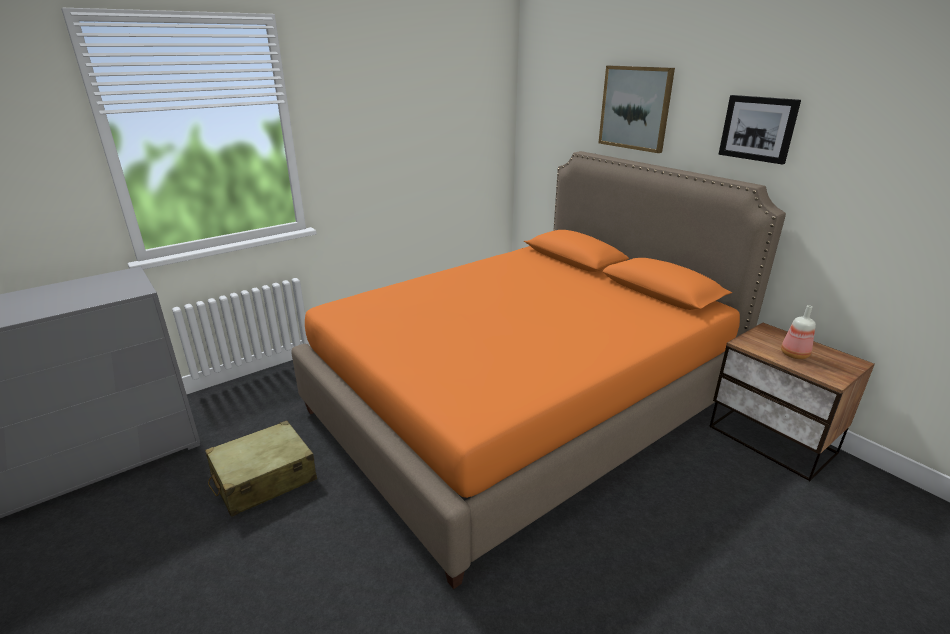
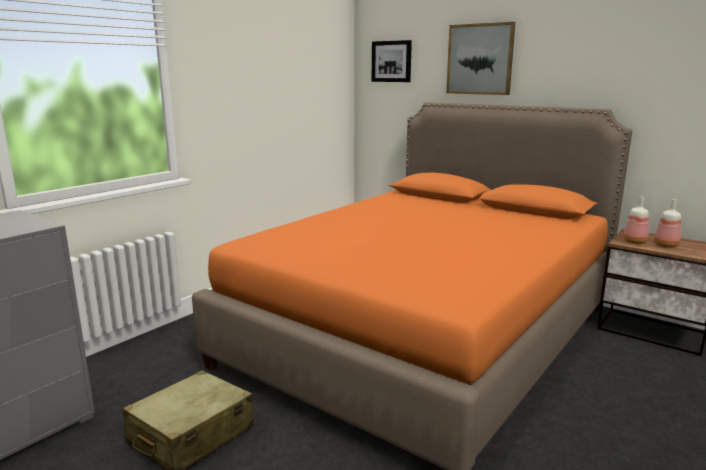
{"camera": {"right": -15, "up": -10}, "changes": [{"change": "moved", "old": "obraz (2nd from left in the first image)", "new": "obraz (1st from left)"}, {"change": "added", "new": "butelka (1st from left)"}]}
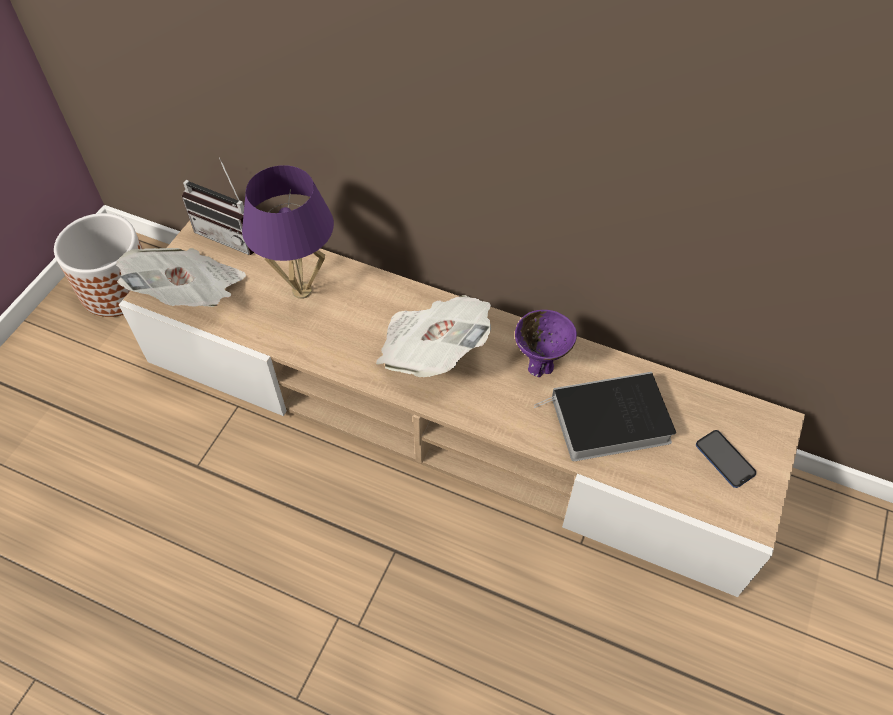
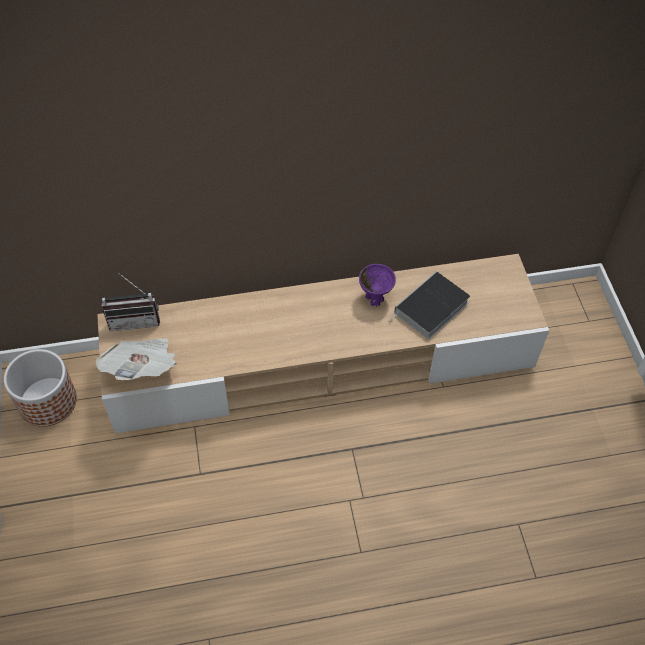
{"camera": {"right": -35, "up": 0}, "changes": [{"change": "removed", "old": "lampa stołowa [fioletowy]"}, {"change": "removed", "old": "gazeta (2nd from left)"}, {"change": "removed", "old": "telefon"}]}
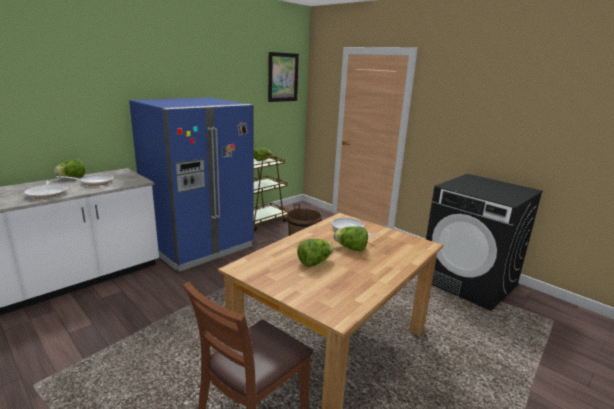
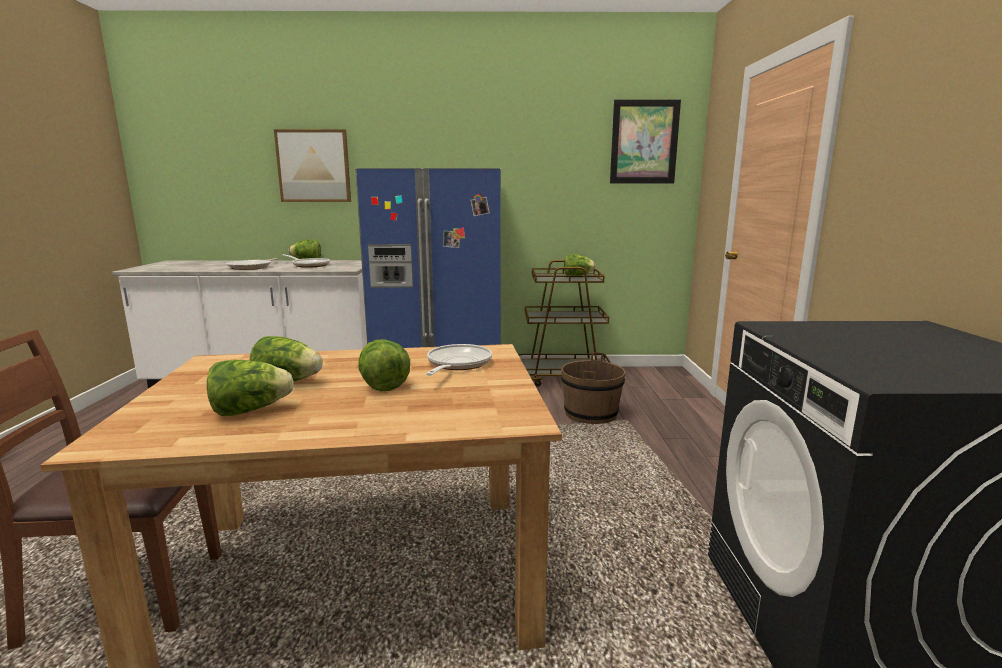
{"camera": {"right": 45, "up": -5}, "changes": [{"change": "added", "new": "sałata (1st from left)"}, {"change": "added", "new": "obraz (1st from left)"}]}
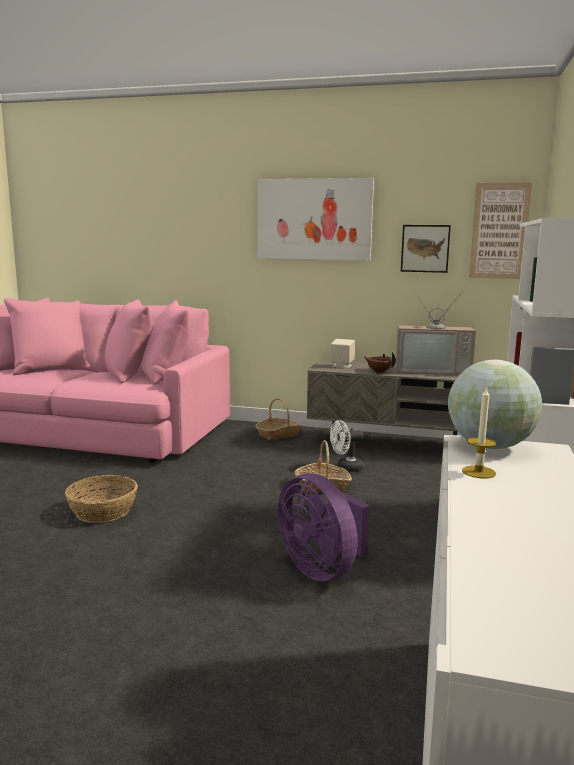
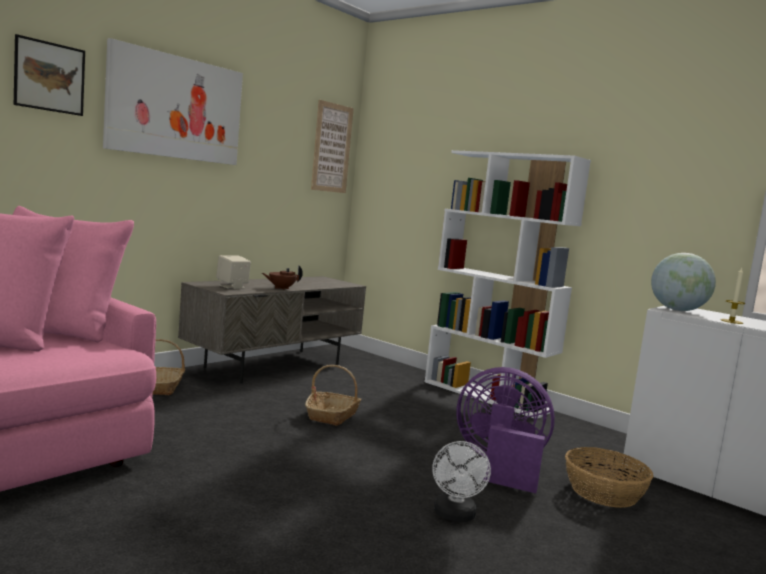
{"camera": {"right": -65, "up": -5}, "changes": [{"change": "moved", "old": "koszyk (1st from left in the first image)", "new": "koszyk (3rd from left)"}, {"change": "turned", "old": "wentylator [fioletowy]", "degrees": -150}, {"change": "moved", "old": "wentylator [biały]"}, {"change": "removed", "old": "telewizor"}, {"change": "moved", "old": "obraz (2nd from left in the first image)", "new": "obraz (1st from left)"}]}
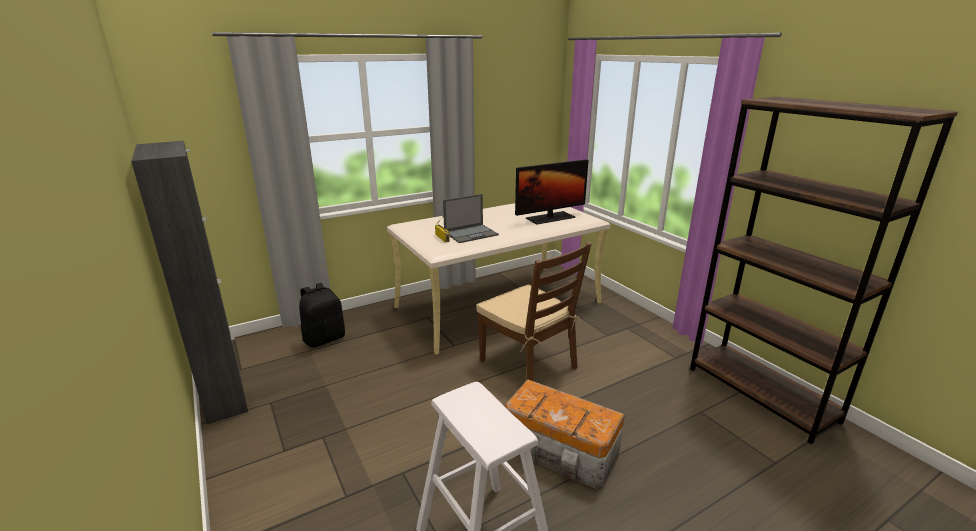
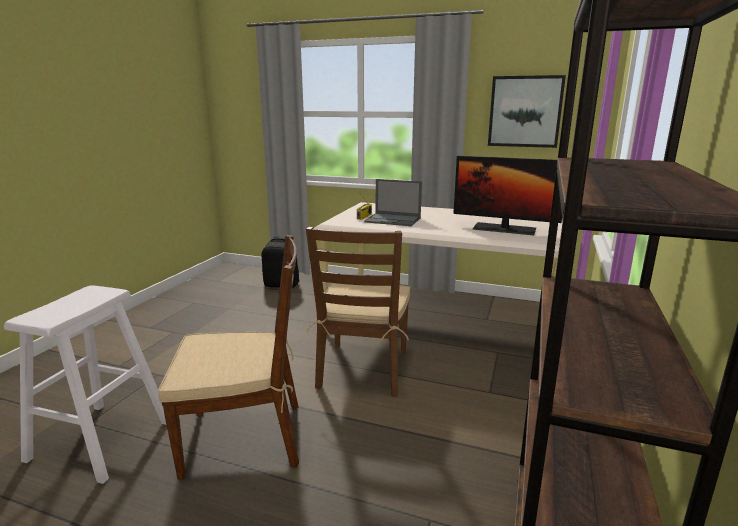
{"camera": {"right": 50, "up": -5}, "changes": [{"change": "removed", "old": "szafka [czarny]"}, {"change": "replaced", "old": "pojemnik do przechowywania", "new": "krzesło [brązowy] (1st from left)"}, {"change": "added", "new": "obraz"}]}
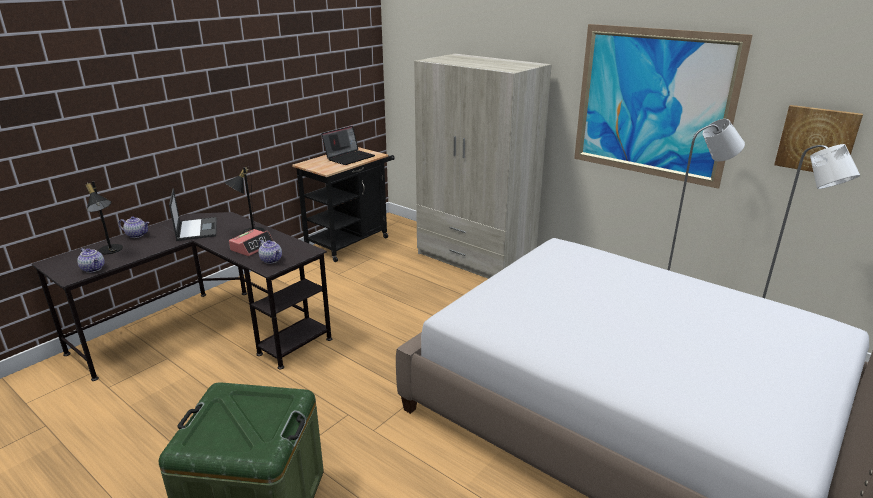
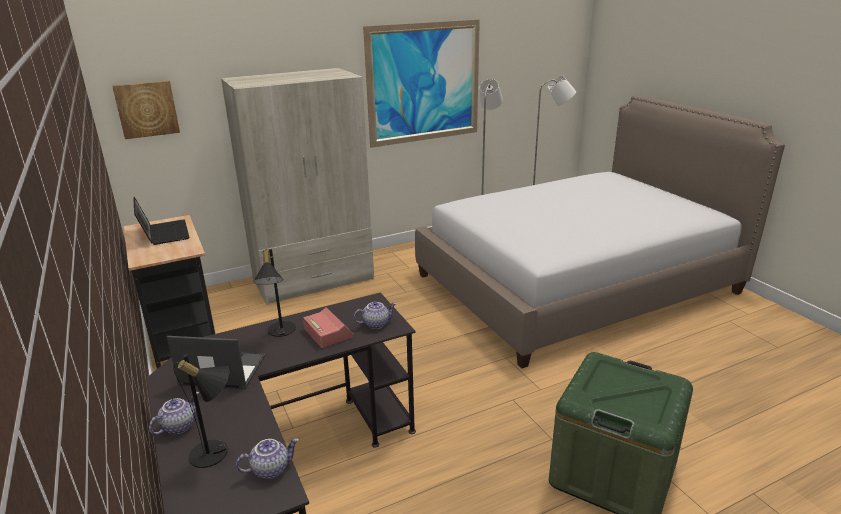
{"camera": {"right": -65, "up": 0}, "changes": [{"change": "moved", "old": "obraz (2nd from left in the first image)", "new": "obraz (1st from left)"}]}
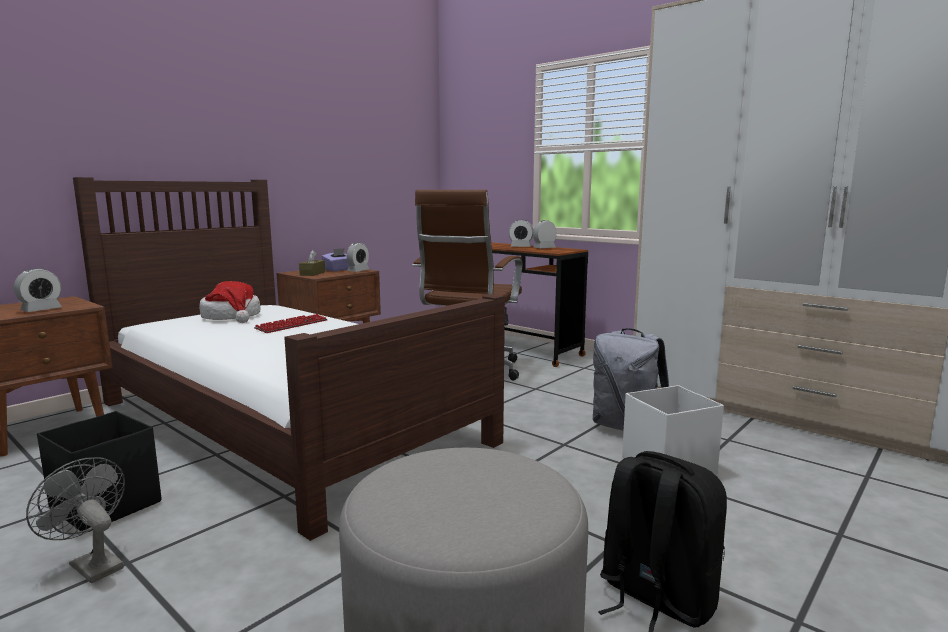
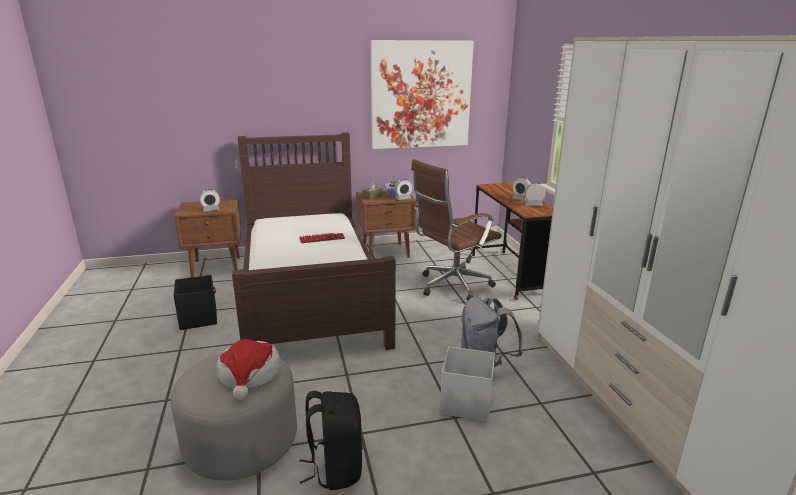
{"camera": {"right": 35, "up": 10}, "changes": [{"change": "removed", "old": "wentylator [szary]"}, {"change": "moved", "old": "kapelusz"}, {"change": "added", "new": "obraz"}]}
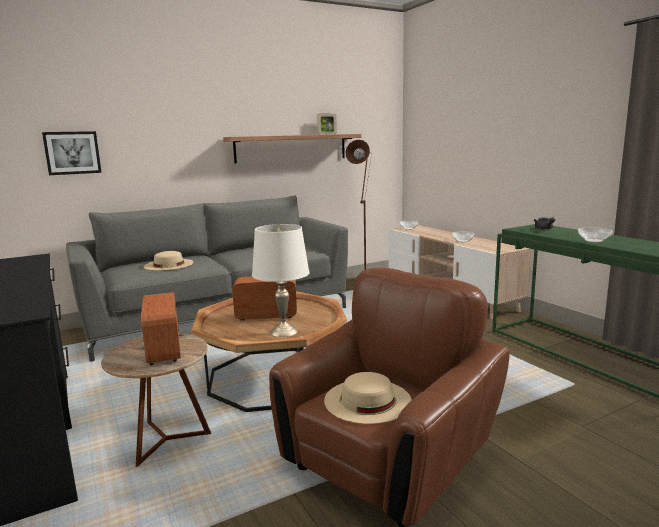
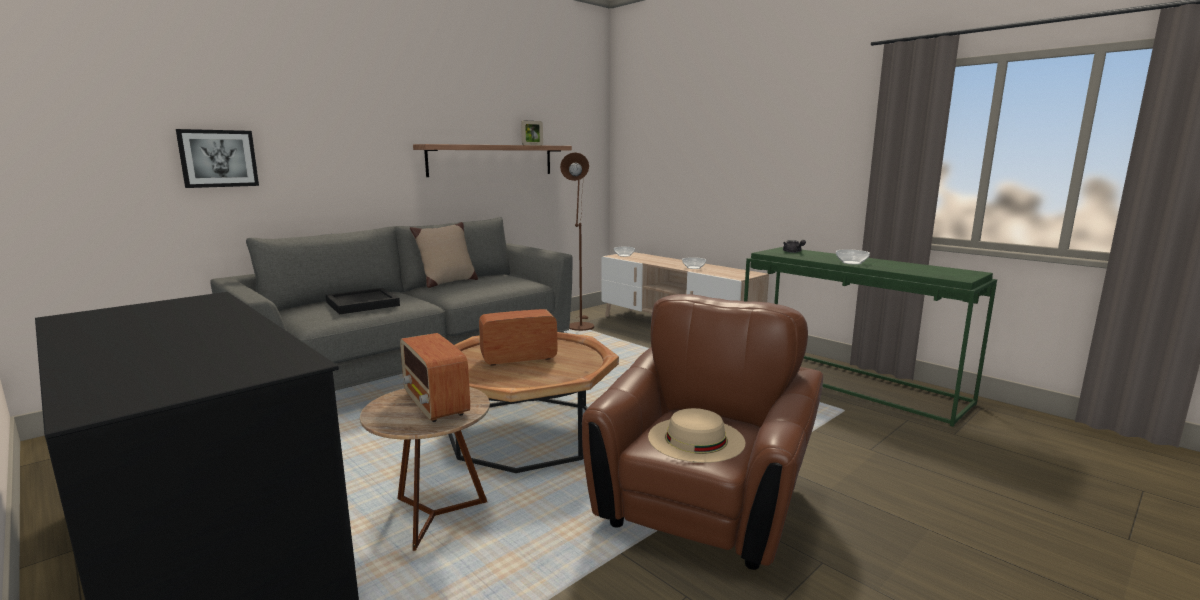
{"camera": {"right": -15, "up": 0}, "changes": [{"change": "replaced", "old": "kapelusz [beżowy] (1st from left)", "new": "taca [czarny]"}, {"change": "removed", "old": "lampa stołowa [biały]"}, {"change": "added", "new": "poduszka [beżowy]"}]}
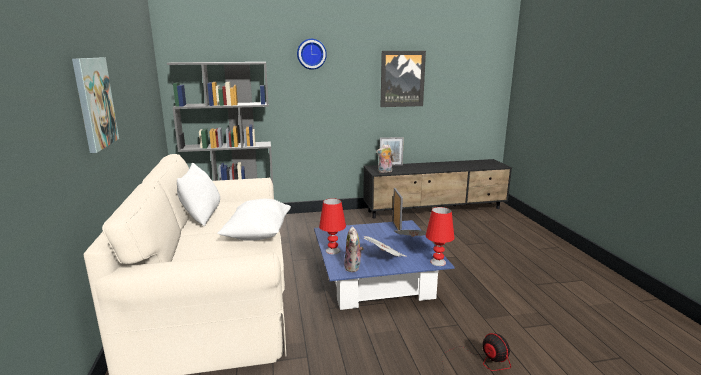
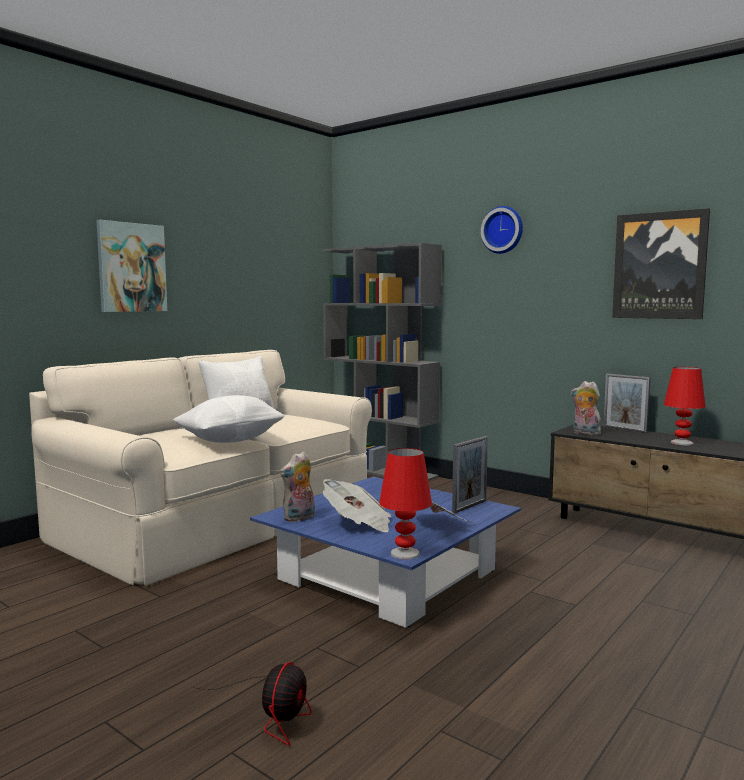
{"camera": {"right": 50, "up": -10}, "changes": [{"change": "moved", "old": "lampa stołowa [czerwony] (1st from left in the first image)", "new": "lampa stołowa [czerwony] (2nd from left)"}]}
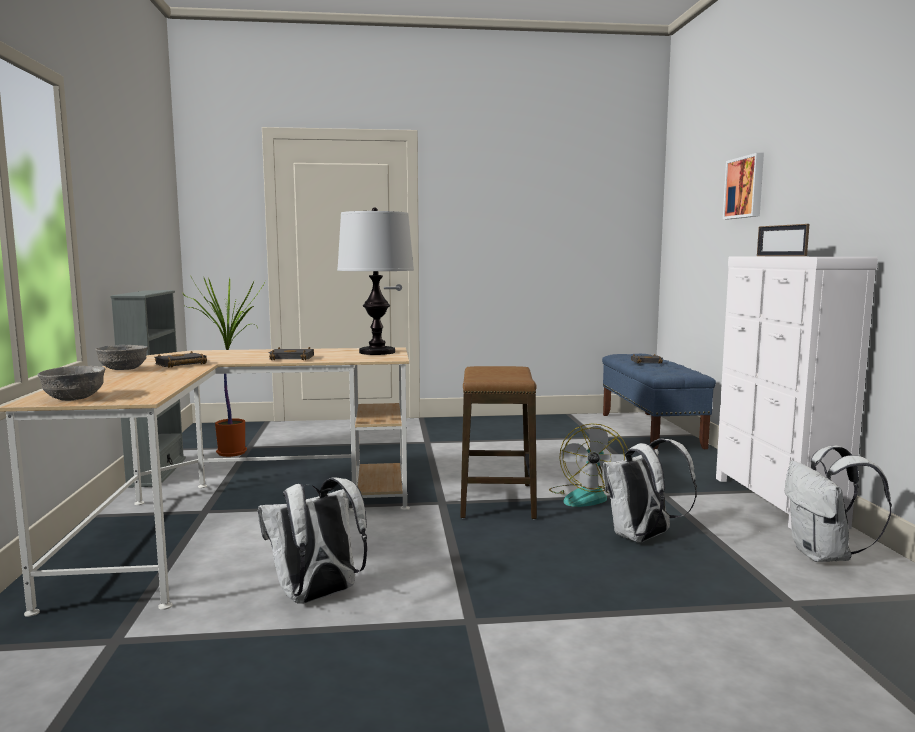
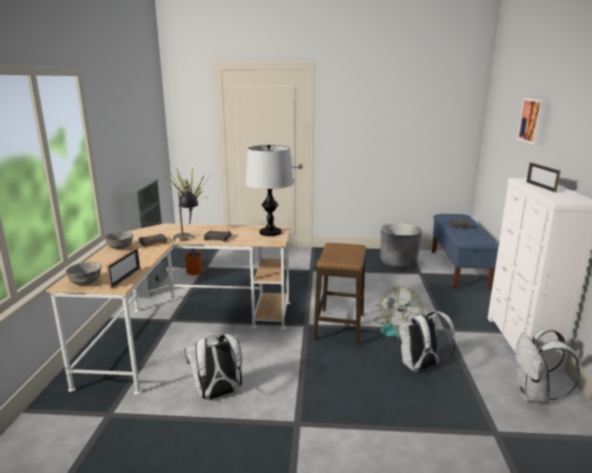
{"camera": {"right": 10, "up": 10}, "changes": [{"change": "added", "new": "ramka na zdjęcie (1st from left)"}, {"change": "added", "new": "lampa stołowa (1st from left)"}, {"change": "added", "new": "donica [szary]"}]}
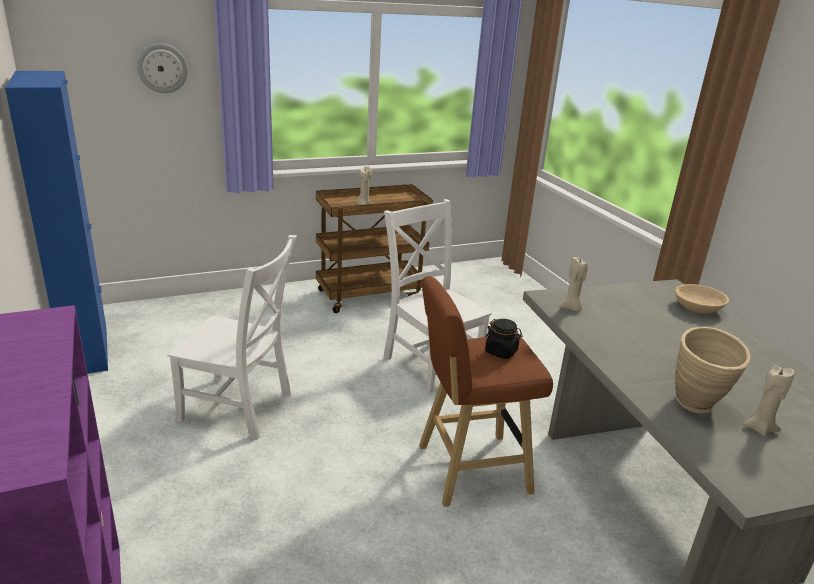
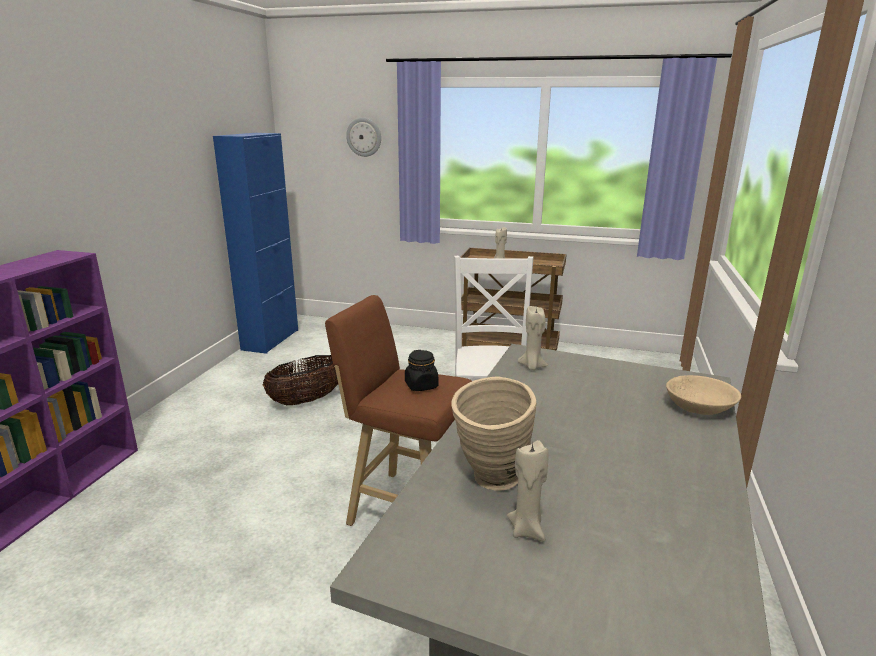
{"camera": {"right": 40, "up": -5}, "changes": [{"change": "replaced", "old": "krzesło [biały] (1st from left)", "new": "koszyk"}]}
